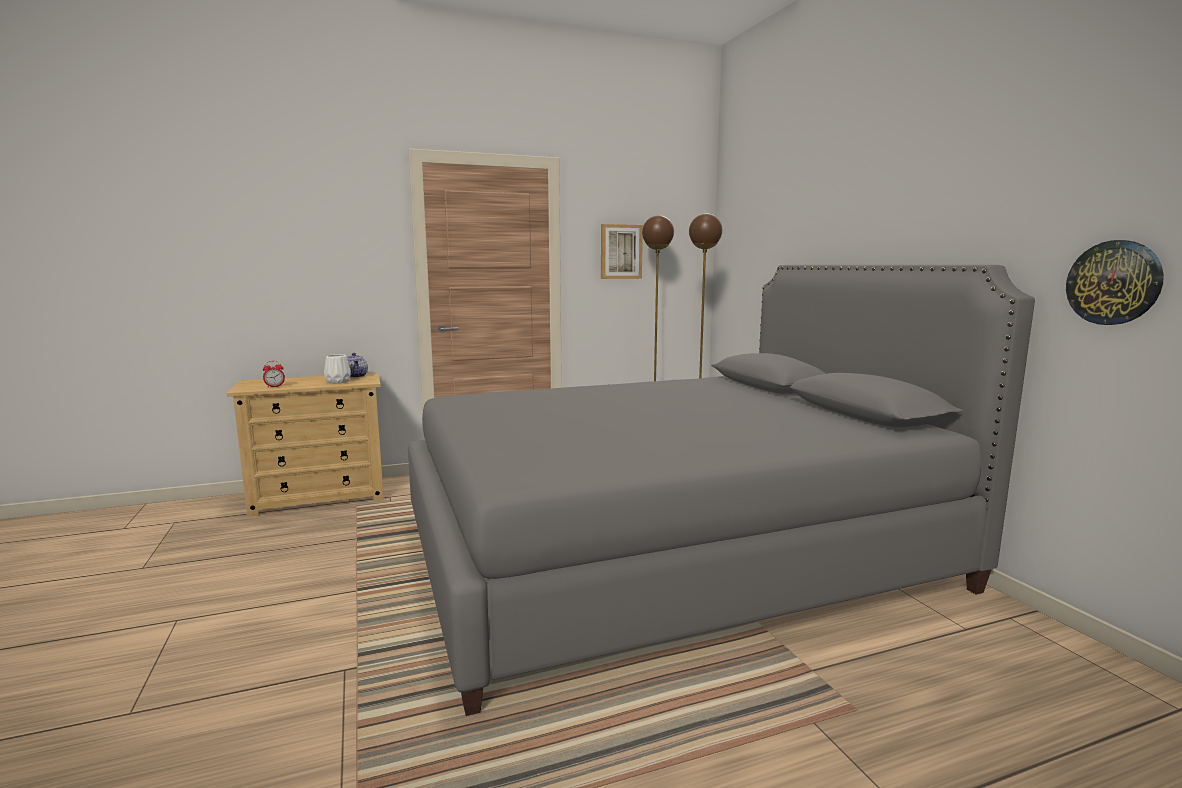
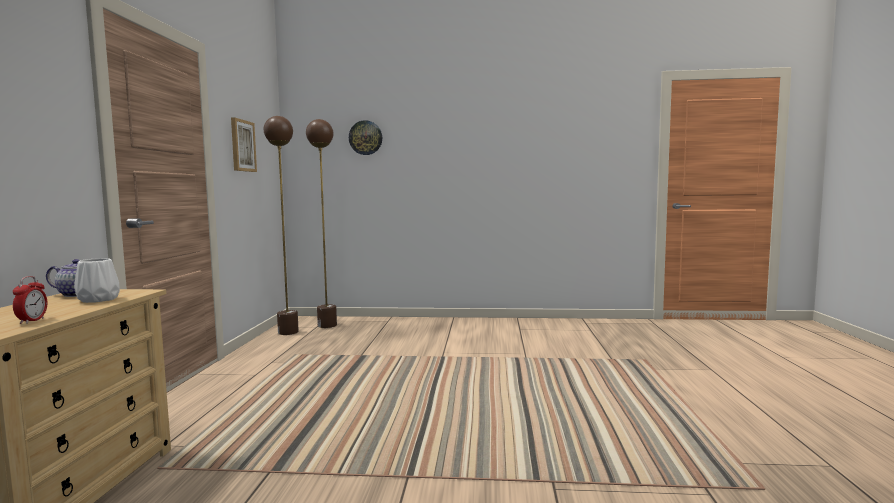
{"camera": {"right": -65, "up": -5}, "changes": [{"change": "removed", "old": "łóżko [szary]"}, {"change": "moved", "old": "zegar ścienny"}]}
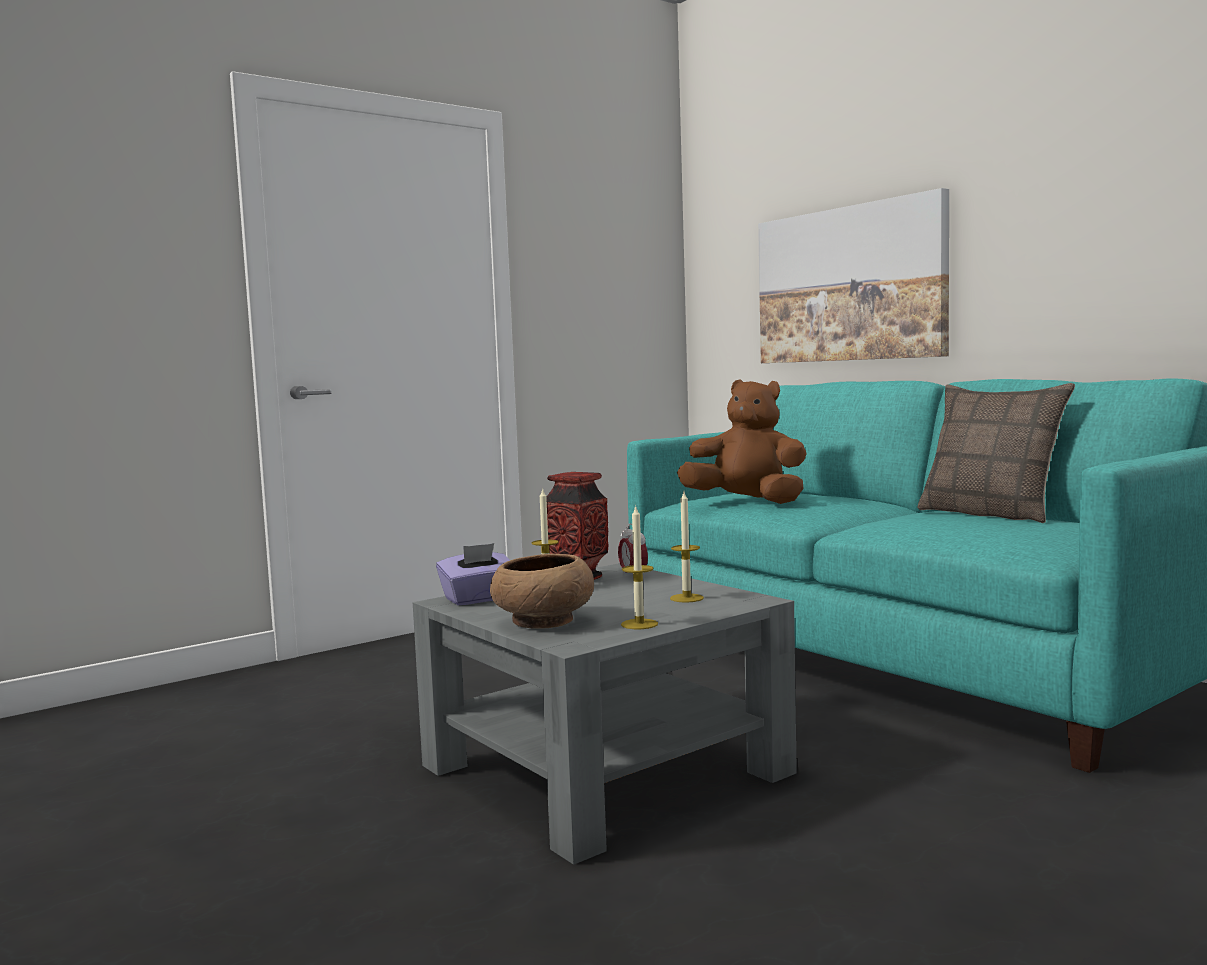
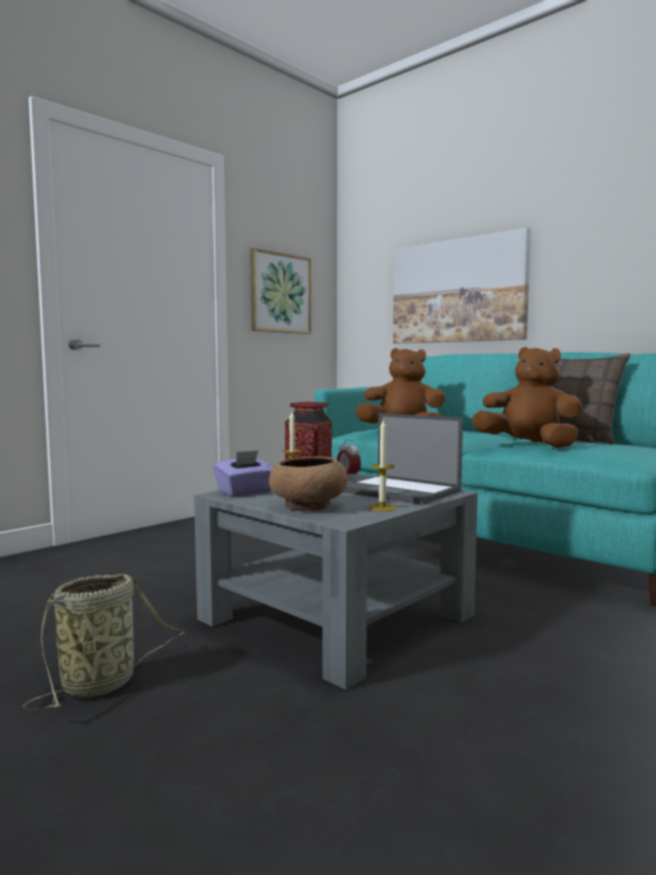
{"camera": {"right": -10, "up": 0}, "changes": [{"change": "replaced", "old": "świeca (3rd from left)", "new": "laptop"}, {"change": "added", "new": "koszyk"}, {"change": "added", "new": "obraz (1st from left)"}, {"change": "added", "new": "pluszak [brązowy] (2nd from left)"}]}
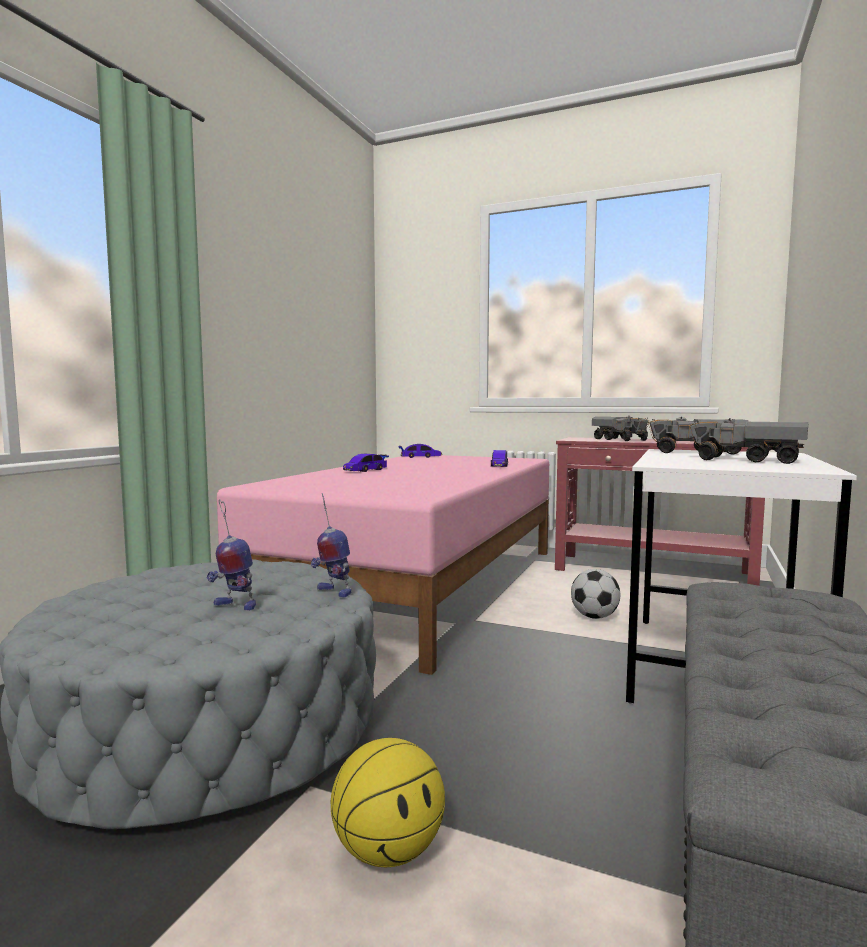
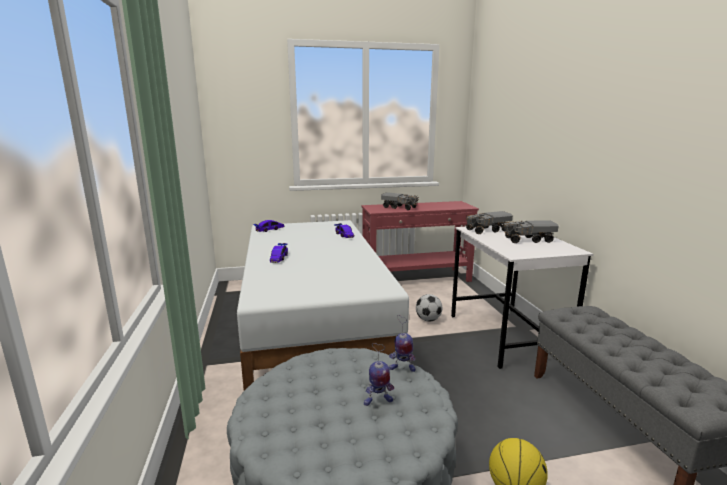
{"camera": {"right": -35, "up": 10}, "changes": [{"change": "recoloured", "old": "łóżko [różowy]", "new": "łóżko [biały]"}]}
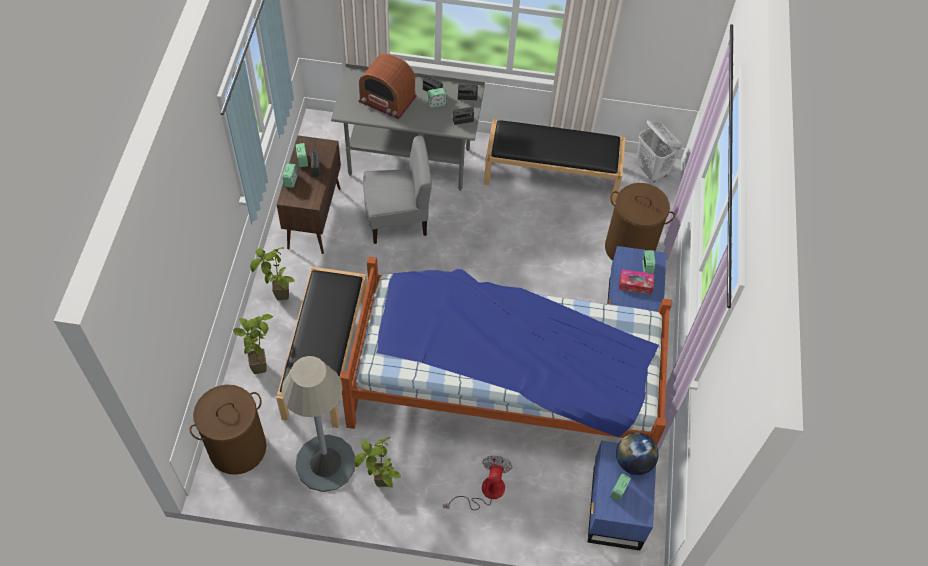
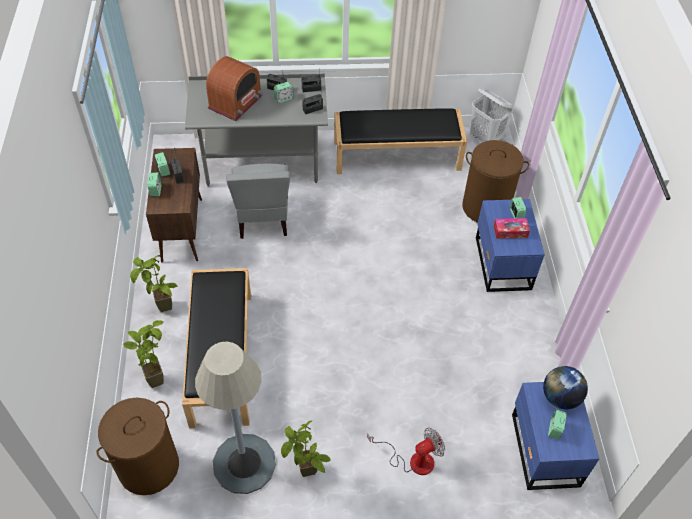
{"camera": {"right": -10, "up": -5}, "changes": [{"change": "removed", "old": "łóżko"}, {"change": "turned", "old": "radio (2nd from left)", "degrees": -75}, {"change": "turned", "old": "krzesło [szary]", "degrees": 105}, {"change": "turned", "old": "wentylator", "degrees": 60}]}
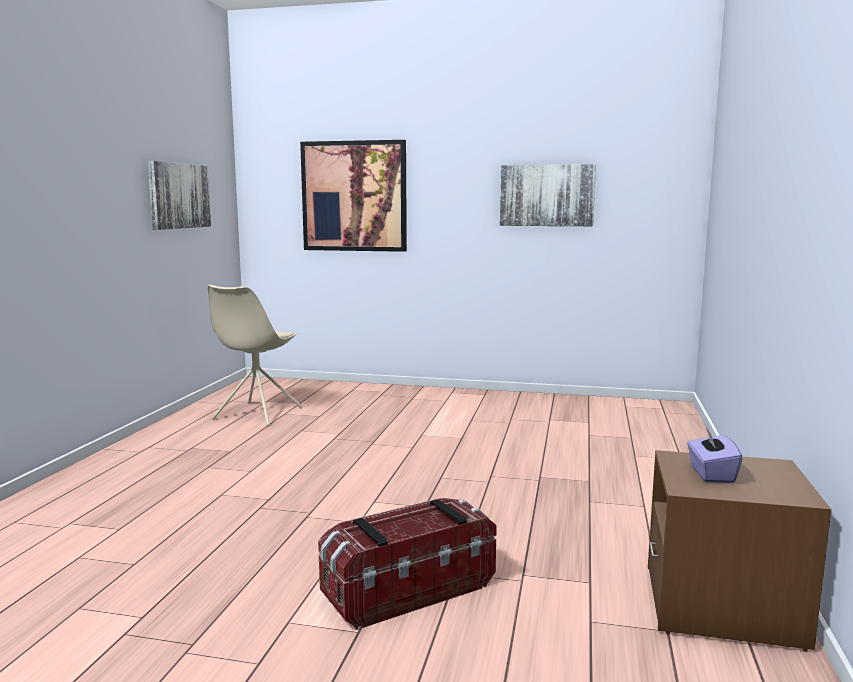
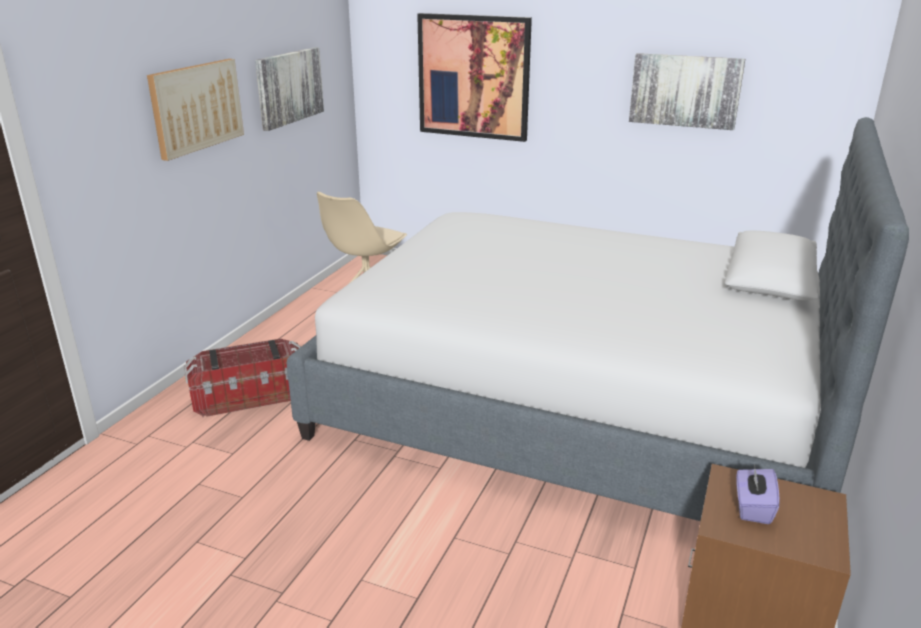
{"camera": {"right": 10, "up": 15}, "changes": [{"change": "moved", "old": "pojemnik do przechowywania"}, {"change": "added", "new": "obraz (1st from left)"}, {"change": "added", "new": "łóżko"}]}
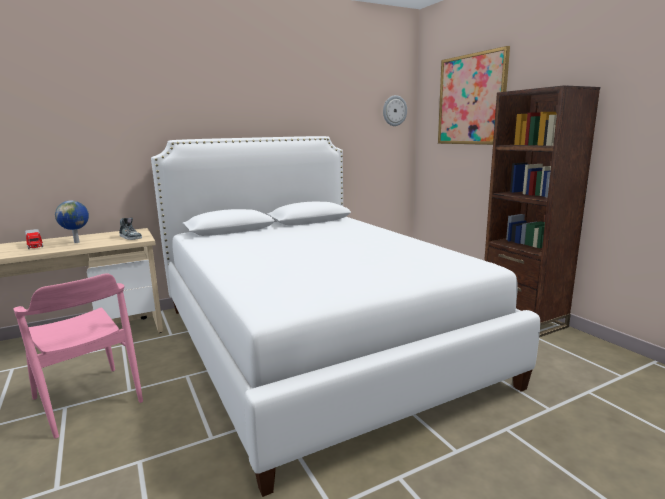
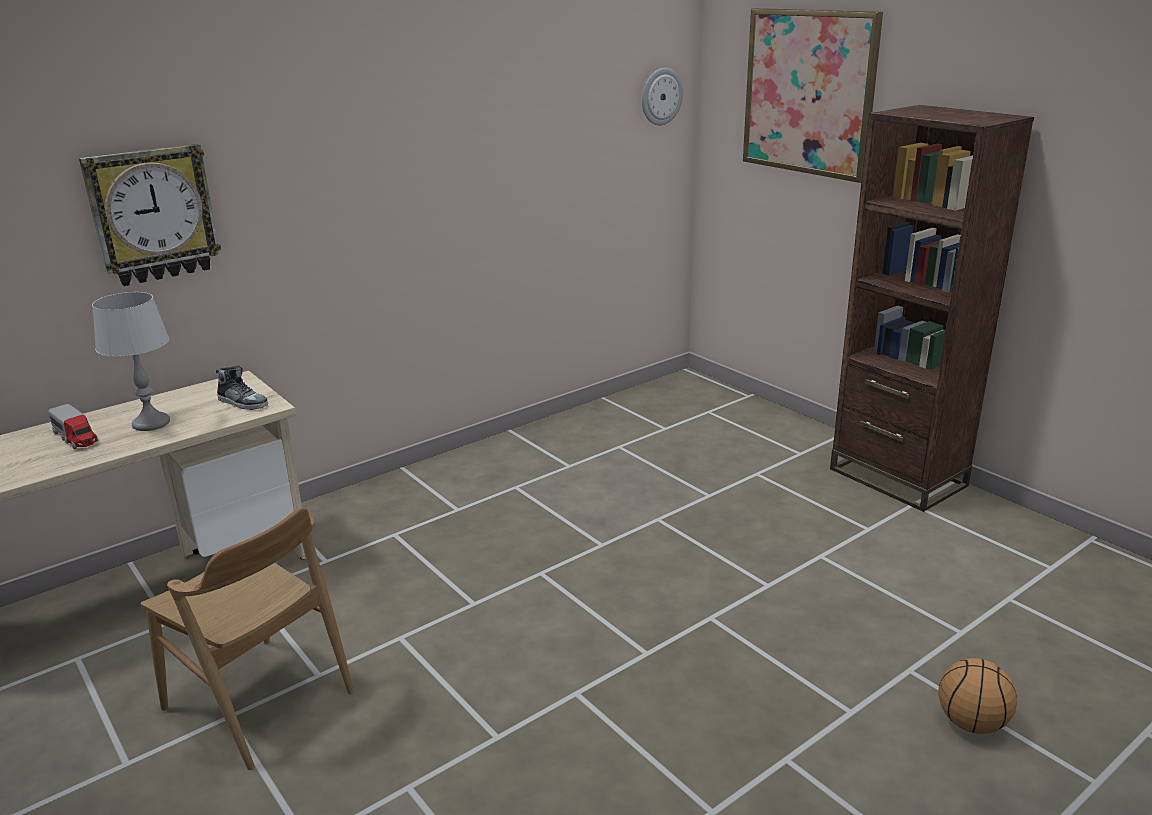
{"camera": {"right": -10, "up": 10}, "changes": [{"change": "recoloured", "old": "krzesło [różowy]", "new": "krzesło [brązowy]"}, {"change": "replaced", "old": "globus", "new": "lampa stołowa [szary]"}, {"change": "removed", "old": "łóżko [biały]"}, {"change": "added", "new": "zegar ścienny (1st from left)"}, {"change": "added", "new": "piłka do koszykówki"}]}
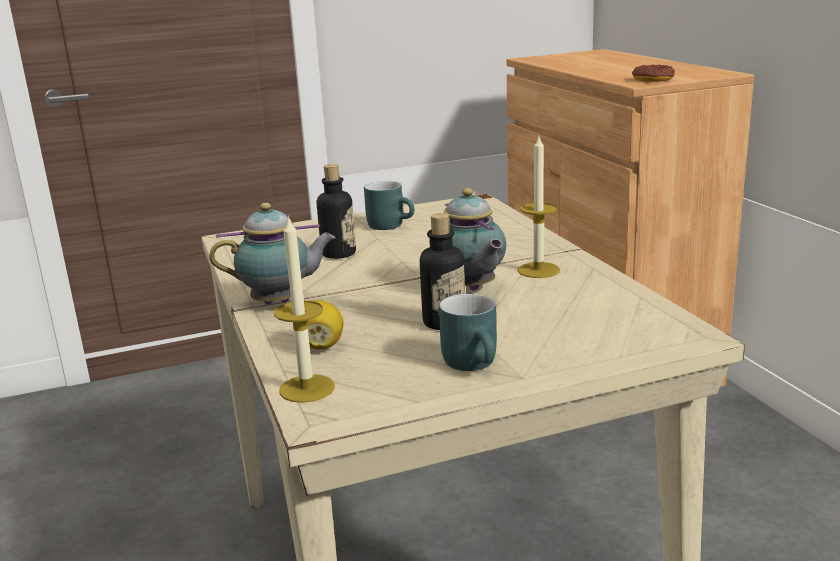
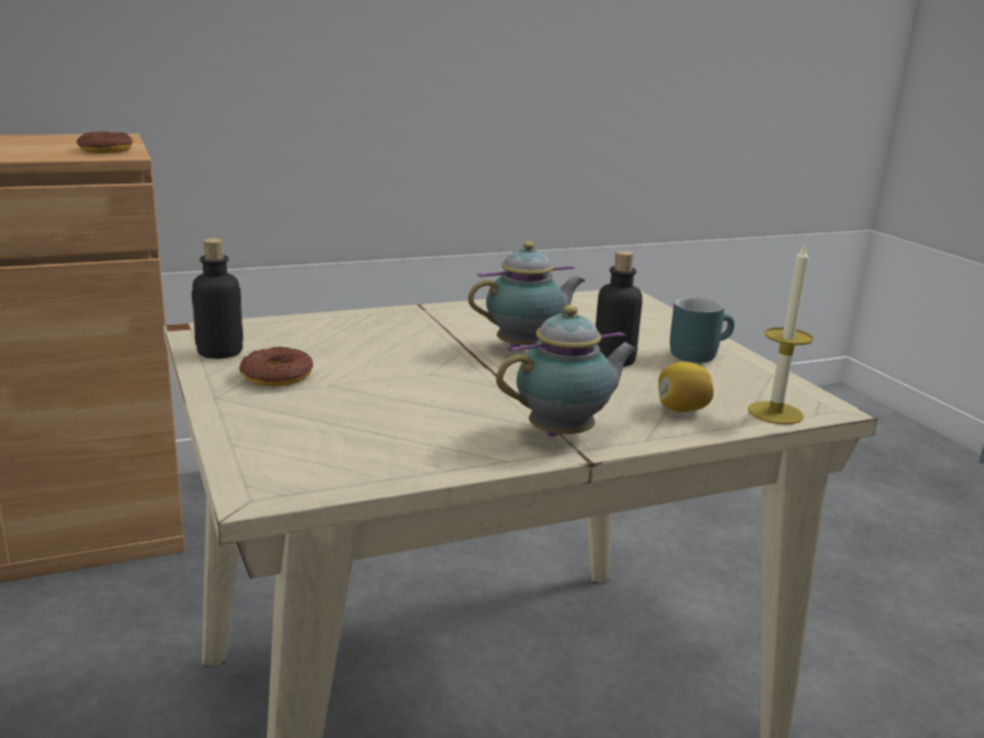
{"camera": {"right": -95, "up": 0}, "changes": [{"change": "turned", "old": "imbryk (1st from left in the first image)", "degrees": 75}, {"change": "moved", "old": "butelka (1st from left)"}, {"change": "replaced", "old": "kubek [turkusowy] (1st from left)", "new": "donut (2nd from left)"}, {"change": "removed", "old": "świeca (2nd from left)"}]}
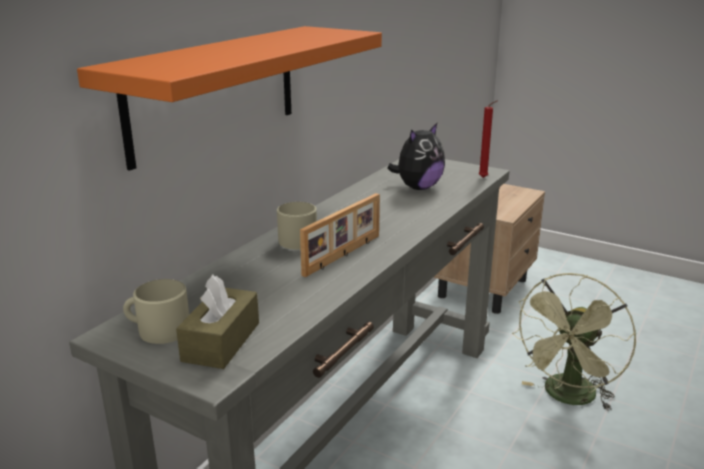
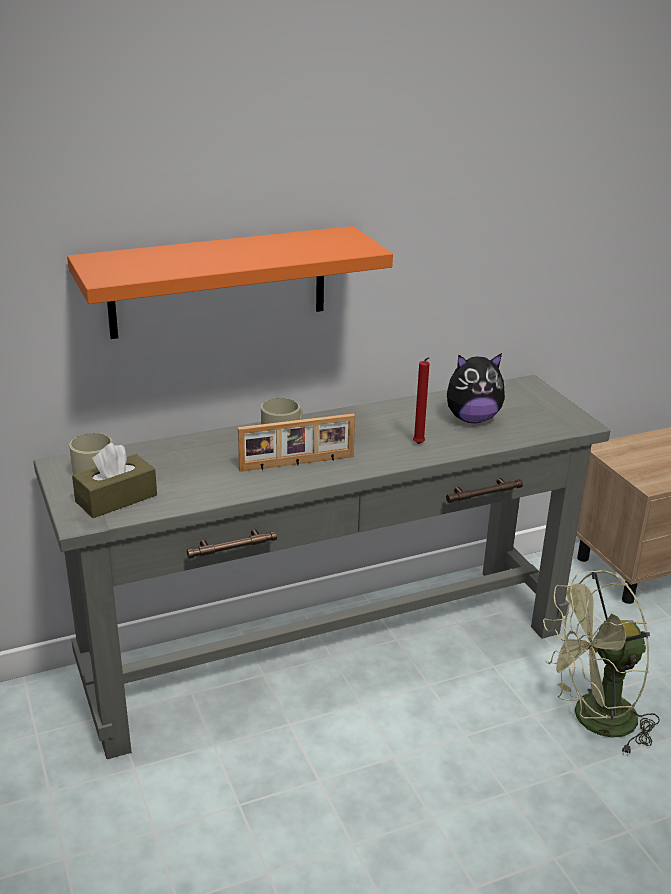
{"camera": {"right": 35, "up": 5}, "changes": [{"change": "moved", "old": "świeca [czerwony]"}]}
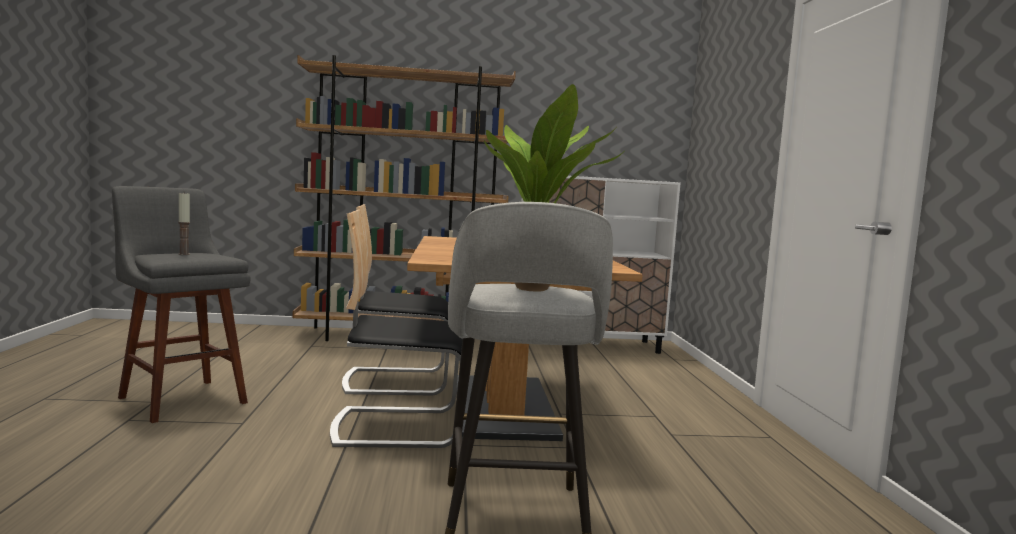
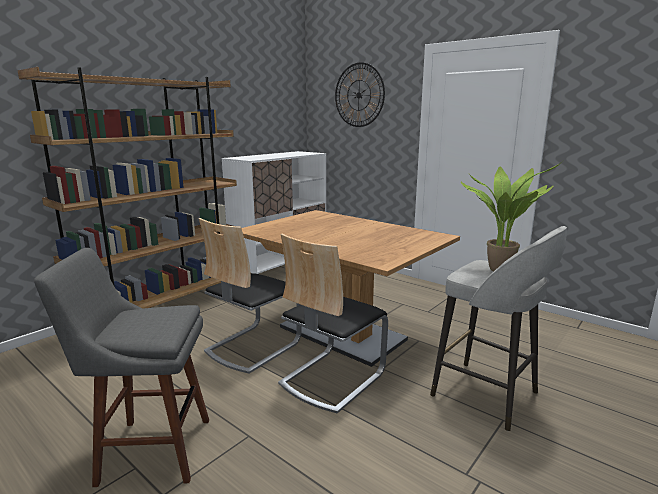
{"camera": {"right": -45, "up": 10}, "changes": [{"change": "removed", "old": "świeca"}, {"change": "added", "new": "zegar ścienny"}]}
